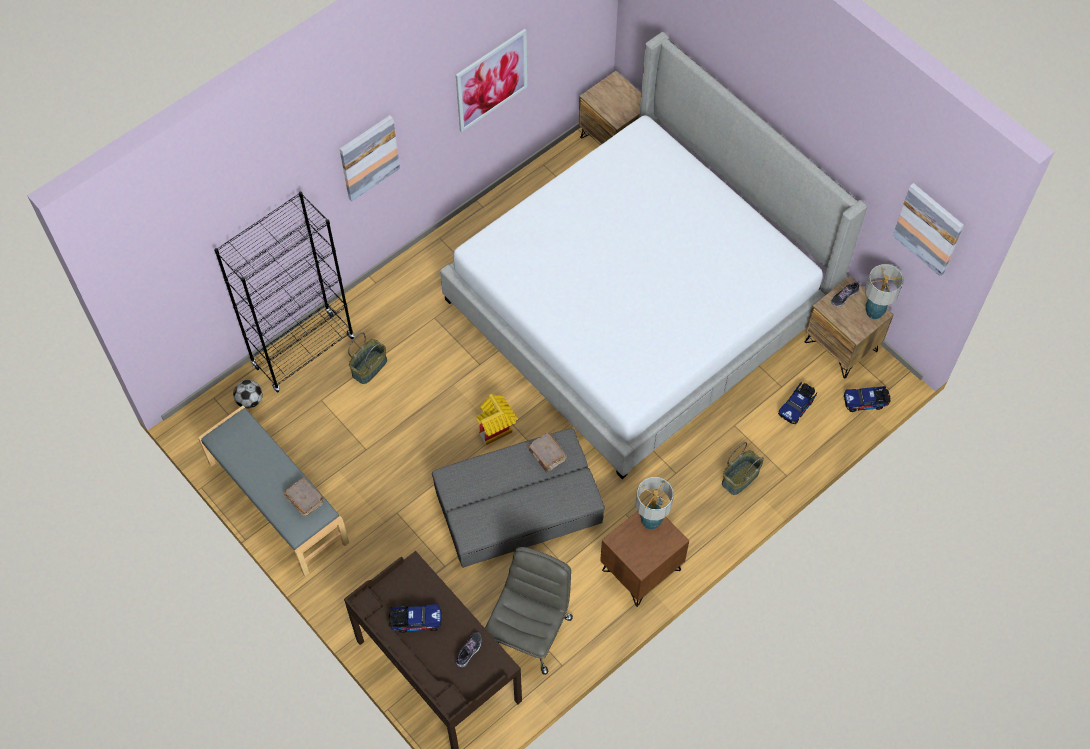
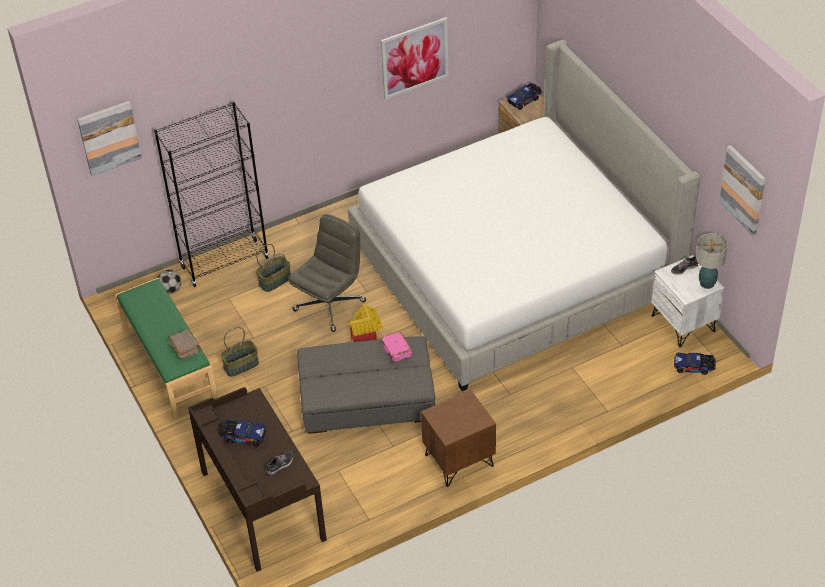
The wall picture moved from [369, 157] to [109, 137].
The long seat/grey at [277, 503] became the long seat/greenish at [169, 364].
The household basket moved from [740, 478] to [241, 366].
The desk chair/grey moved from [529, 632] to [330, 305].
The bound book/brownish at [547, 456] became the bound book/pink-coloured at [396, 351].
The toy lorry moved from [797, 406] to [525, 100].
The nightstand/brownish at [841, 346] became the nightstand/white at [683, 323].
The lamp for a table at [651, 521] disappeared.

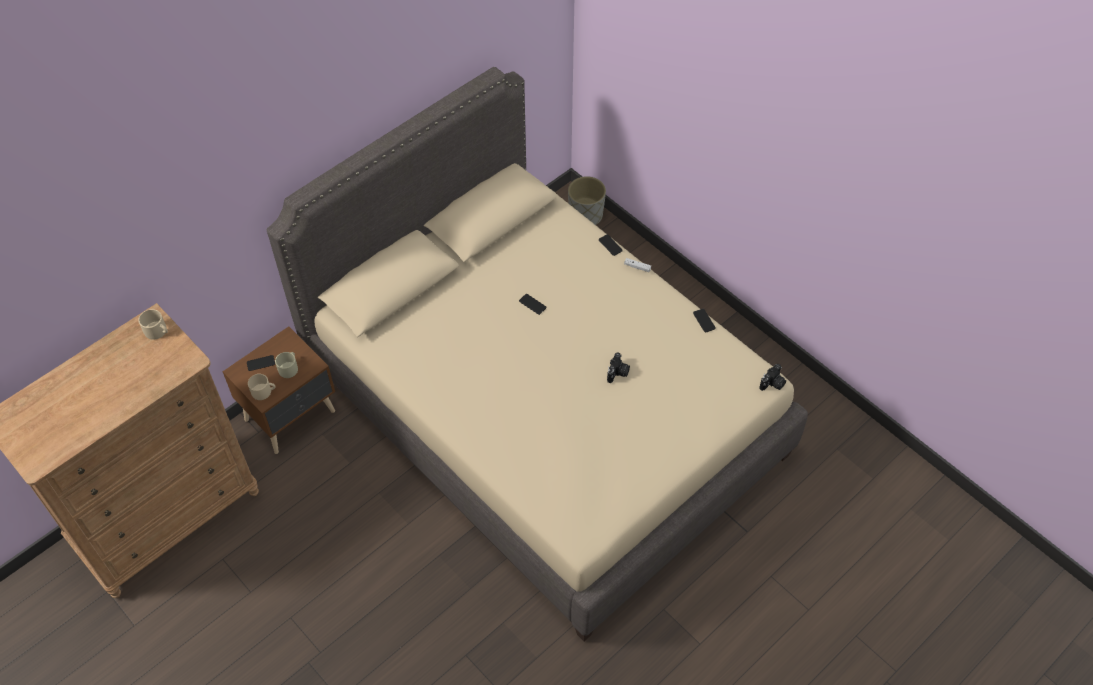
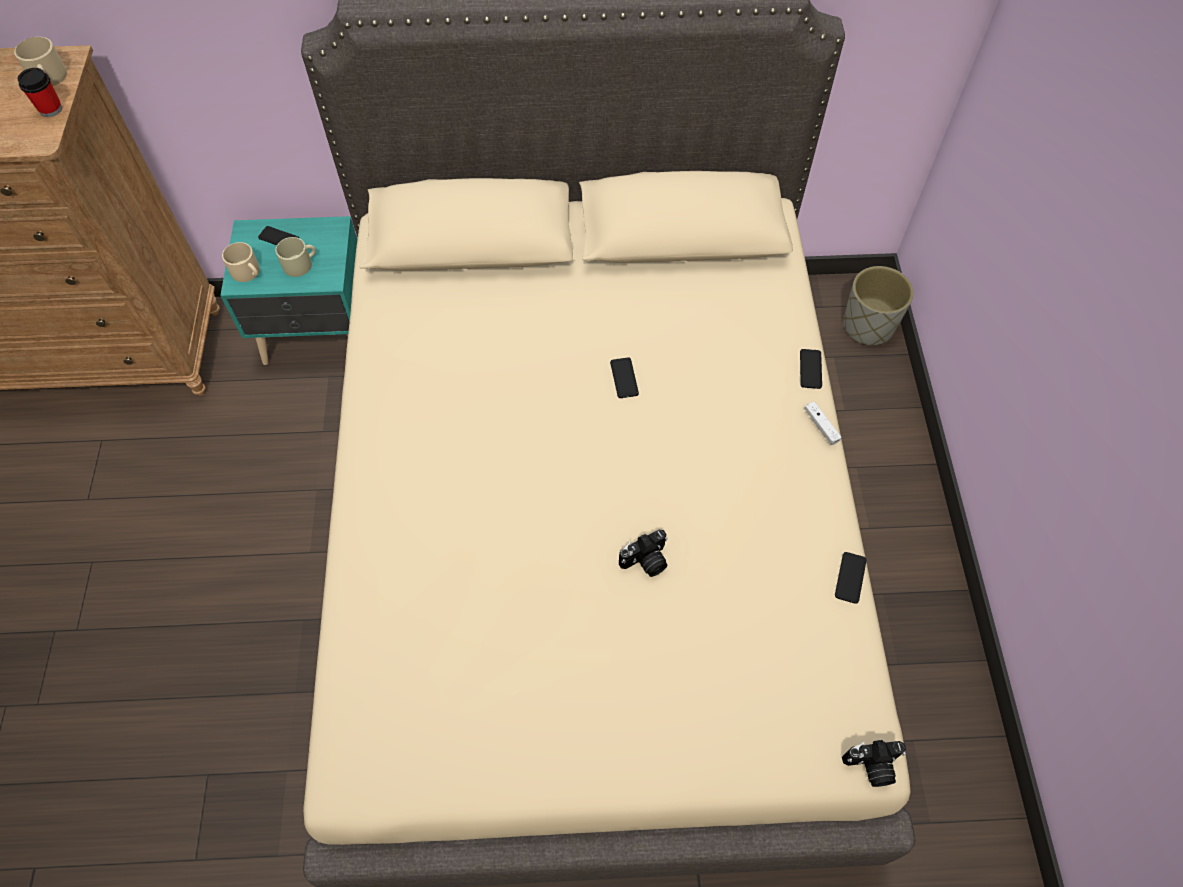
The cup at [51, 109] appeared.
The nightstand/brownish at [292, 416] became the nightstand/turquoise-coloured at [320, 334].

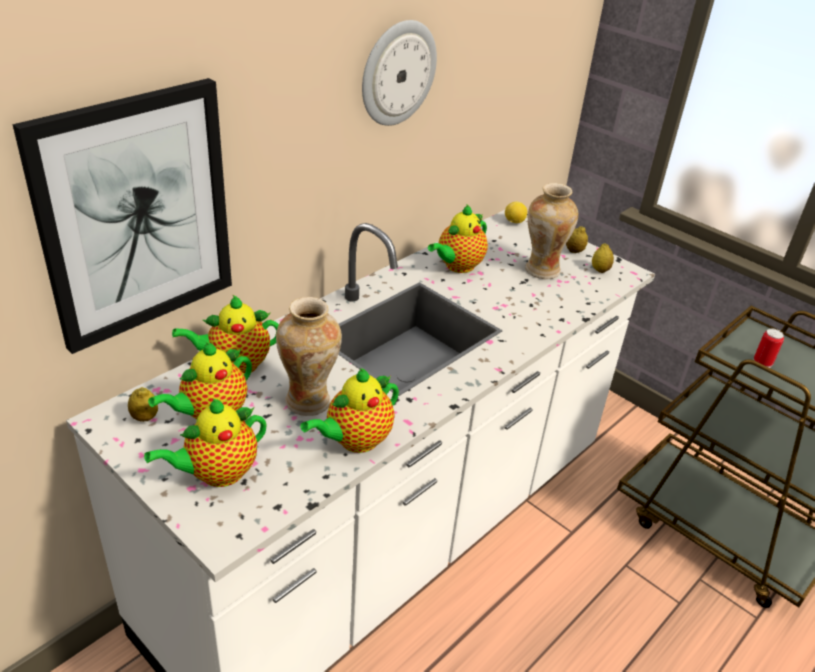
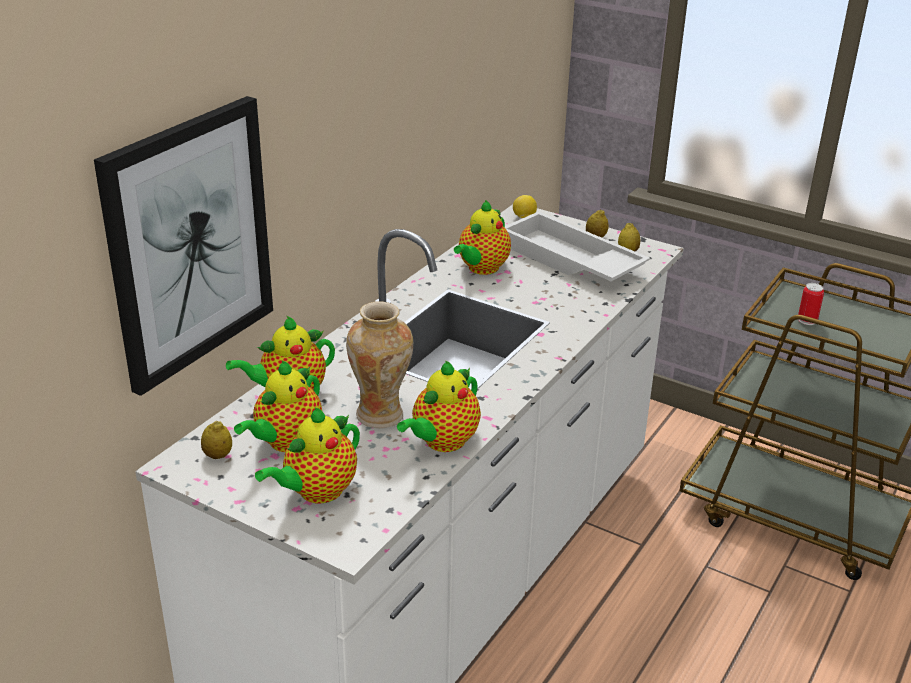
The decorative vase at [541, 270] was replaced by the carrying tray/white at [569, 260].
The hanging clock at [397, 73] disappeared.

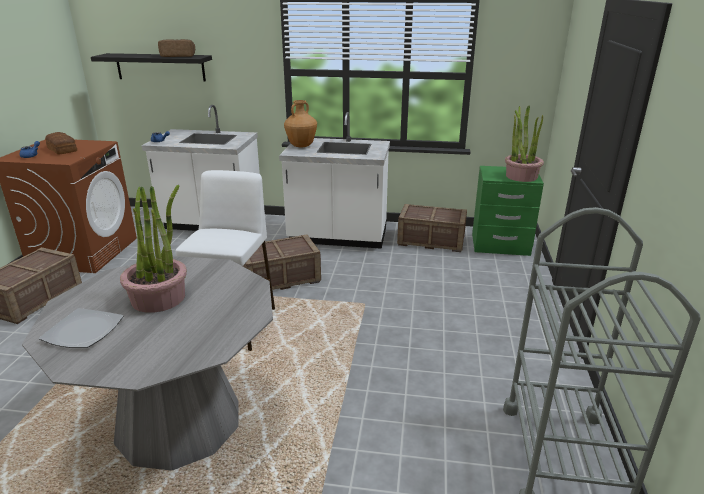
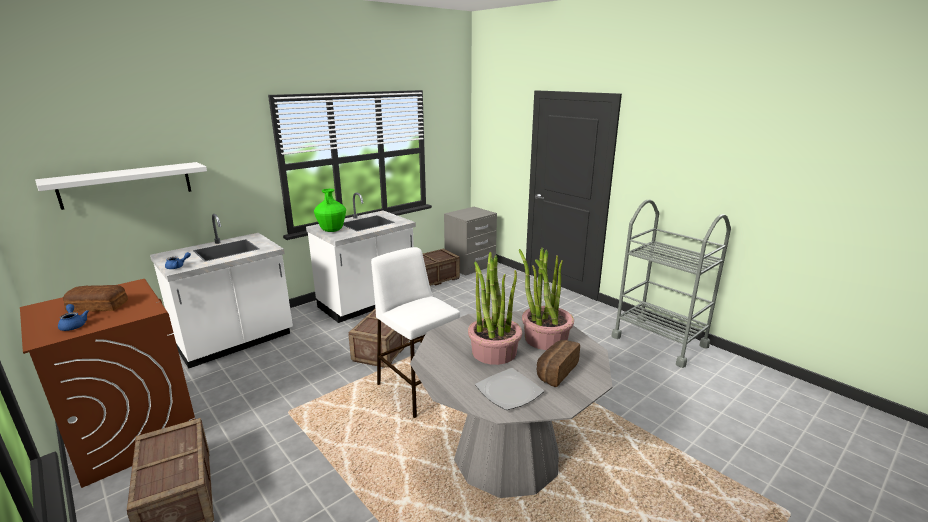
The shelf/black-coloured at [160, 67] became the shelf/white at [126, 184].
The decorative vase/brownish at [301, 146] became the decorative vase/greenish at [332, 230].
The nightstand/greenish at [500, 245] became the nightstand/grey at [470, 266].
The plant in a pot moved from [521, 176] to [545, 338].
The bread moved from [178, 56] to [555, 371].

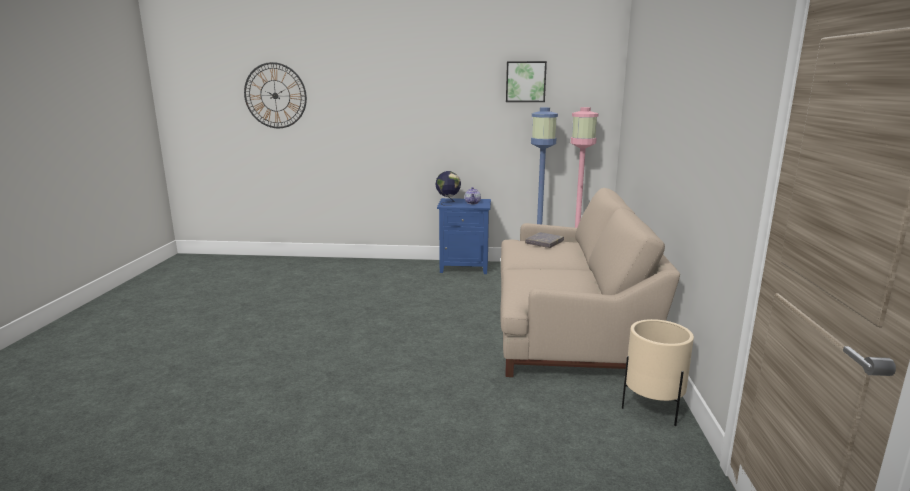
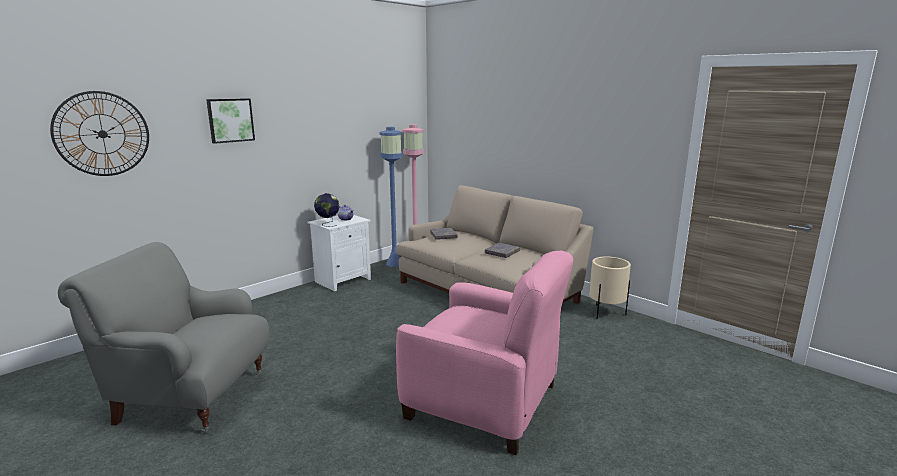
The lounge chair/grey at [190, 397] appeared.
The wall picture moved from [525, 81] to [230, 120].
The nightstand/bluish at [465, 267] became the nightstand/white at [343, 280].
The lounge chair/pink-coloured at [484, 402] appeared.
The bound book/grey at [502, 252] appeared.

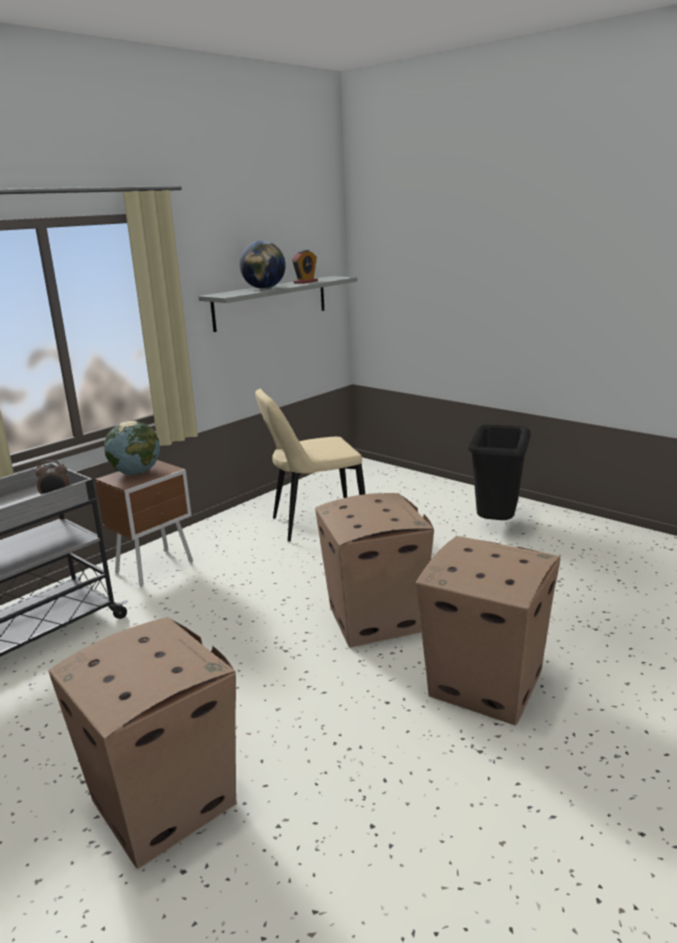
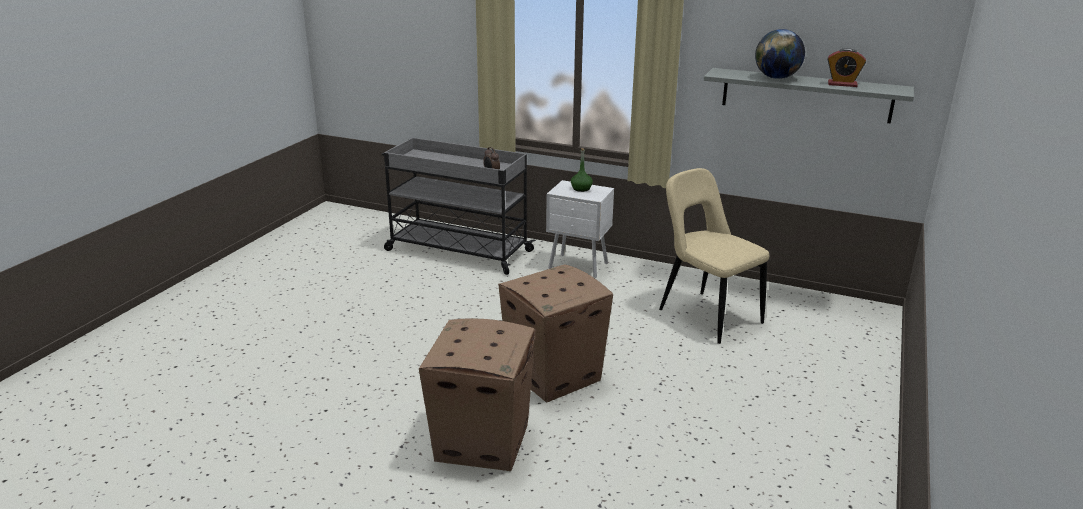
The nightstand/brownish at [156, 567] became the nightstand/white at [579, 267].
The desk globe at [136, 472] was replaced by the beverage bottle/greenish at [581, 188].
The carton at [162, 801] disappeared.
The trash can/black-coloured at [496, 524] disappeared.

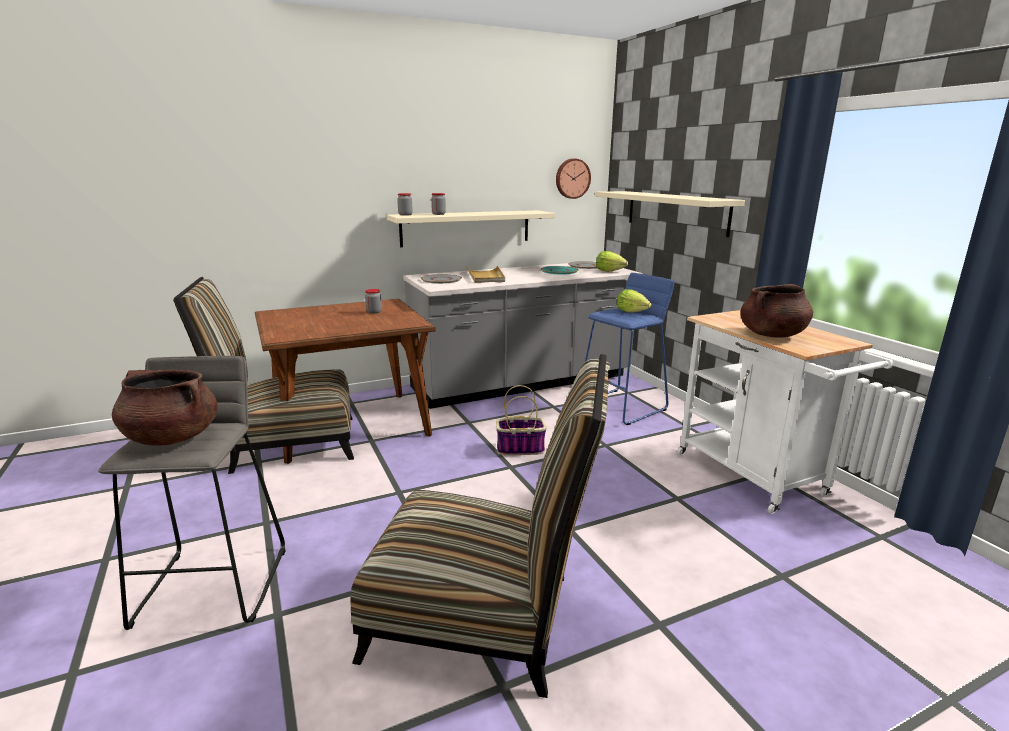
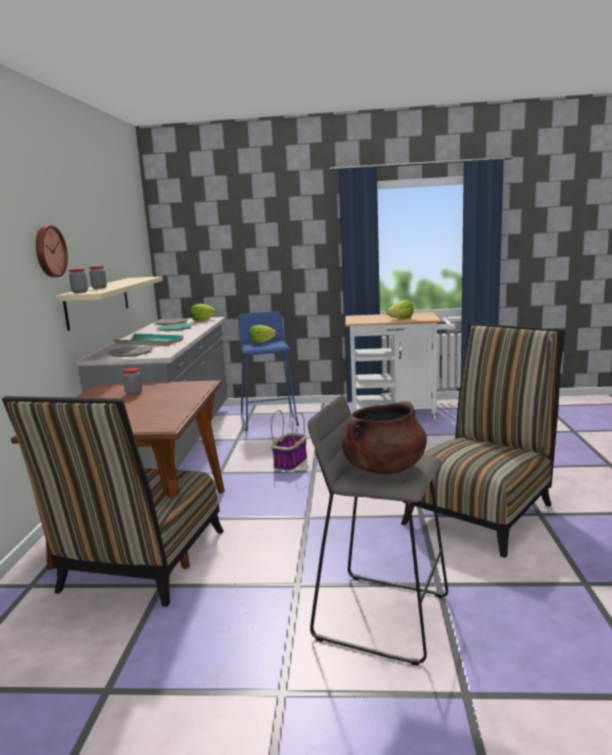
The hanging clock moved from [572, 178] to [49, 251].
The carrying tray/beige-coloured at [485, 277] became the carrying tray/turquoise-coloured at [150, 342].
The cooking pot/brownish at [772, 335] was replaced by the lettuce head at [401, 319].
The shelf/beige-coloured at [675, 212] disappeared.

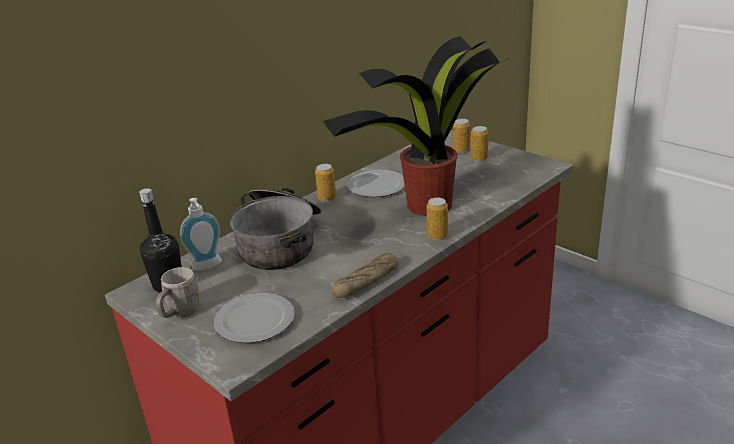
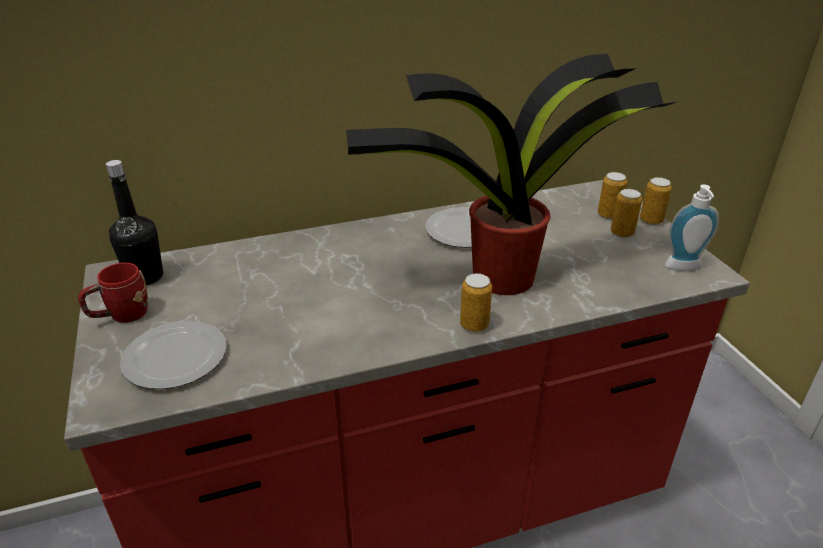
The mug/grey at [180, 313] became the mug/red-coloured at [121, 316].
The sealed can moved from [327, 198] to [651, 220].
The liquid soap bottle moved from [208, 266] to [684, 268].
The cooking pot at [281, 243] disappeared.
The bread at [366, 282] disappeared.

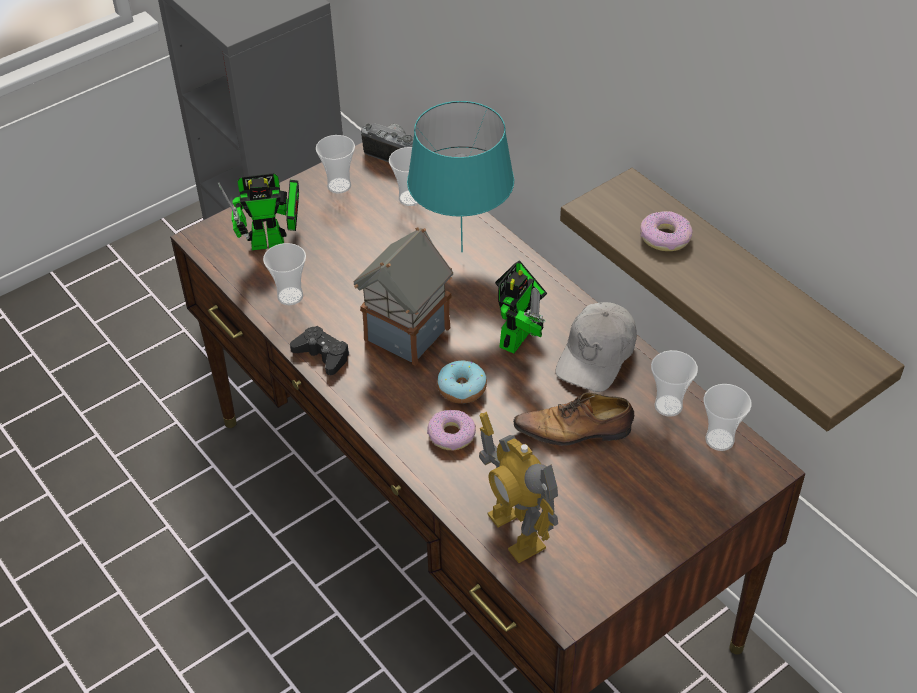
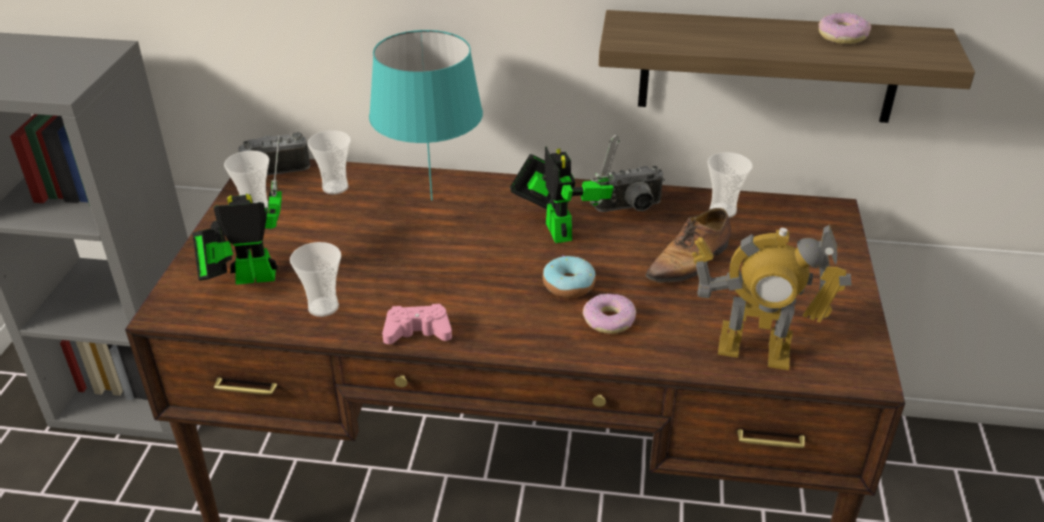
The robot figure at [273, 242] turned 135 degrees counterclockwise.
The joypad/black-coloured at [322, 355] became the joypad/pink-coloured at [417, 331].
The peaked cap/white at [597, 355] was replaced by the still camera at [631, 209].
The donut moved from [665, 237] to [842, 36].
The miniature house at [406, 336] disappeared.
The cup at [719, 440] disappeared.

